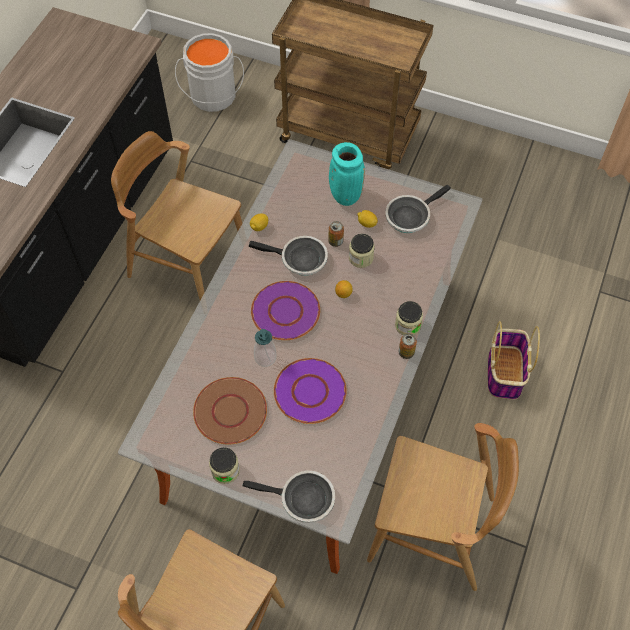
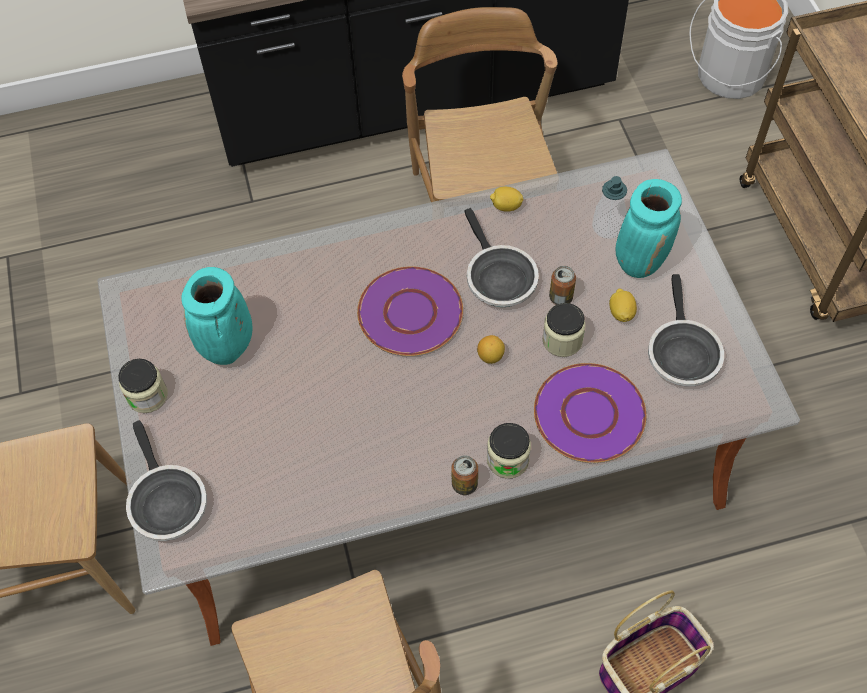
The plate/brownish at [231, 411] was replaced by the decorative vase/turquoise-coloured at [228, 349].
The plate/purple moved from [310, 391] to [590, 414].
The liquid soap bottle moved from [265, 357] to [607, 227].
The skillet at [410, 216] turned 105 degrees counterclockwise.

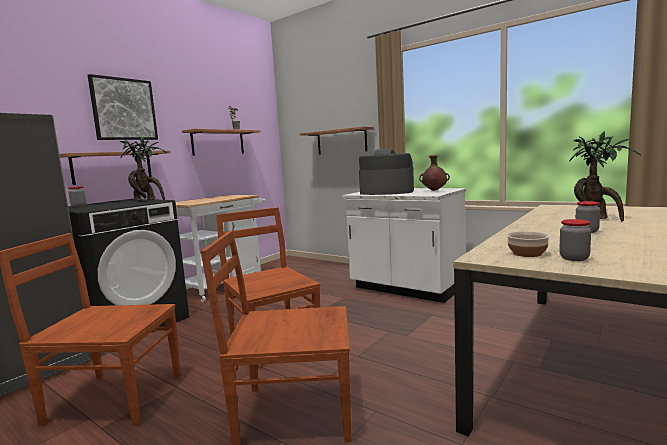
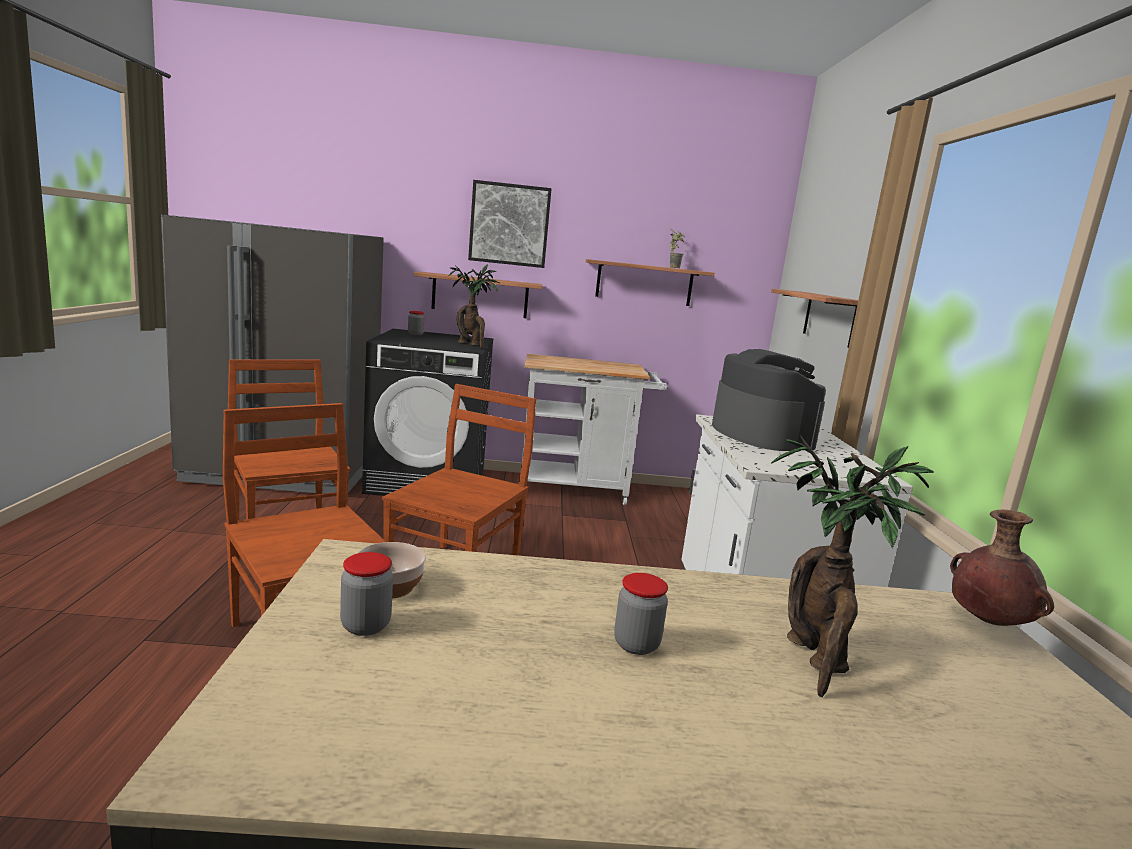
The decorative vase/brownish moved from [434, 190] to [986, 623].

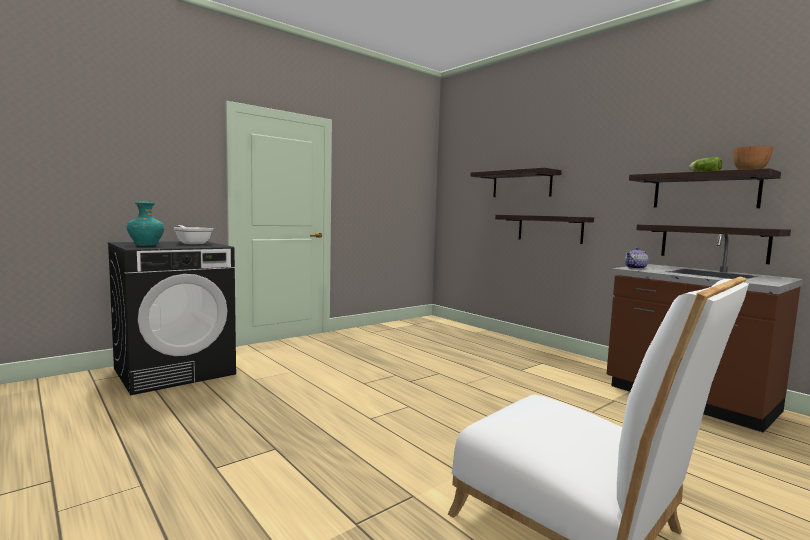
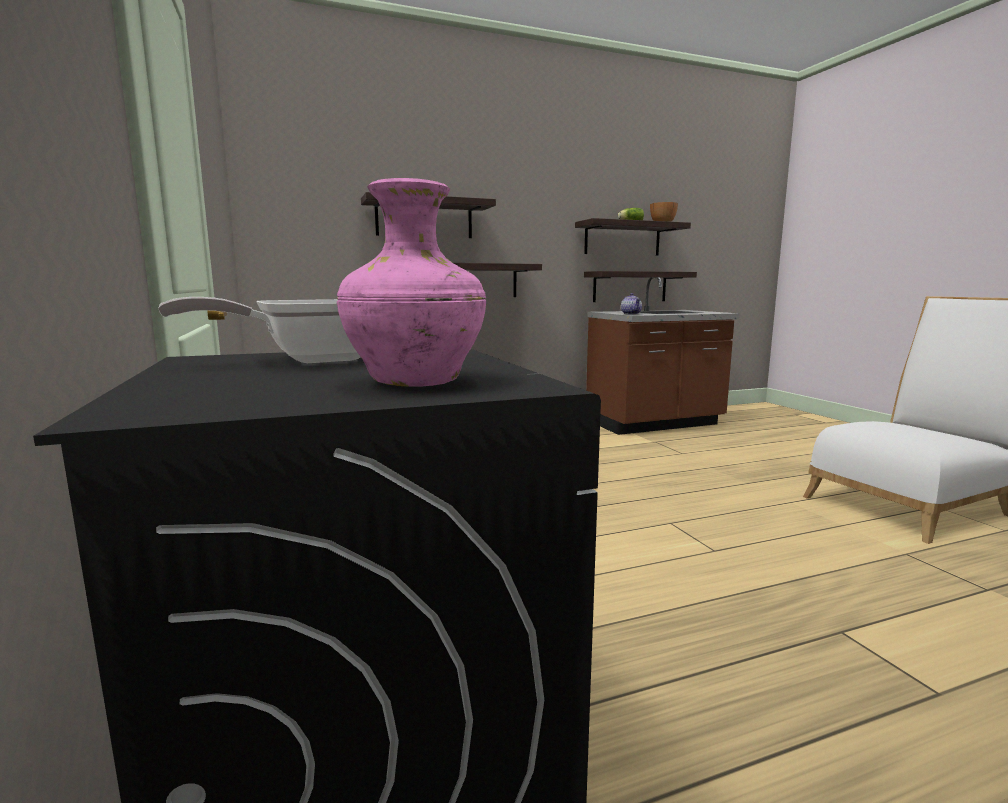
The decorative vase/turquoise-coloured at [145, 245] became the decorative vase/pink-coloured at [415, 382].

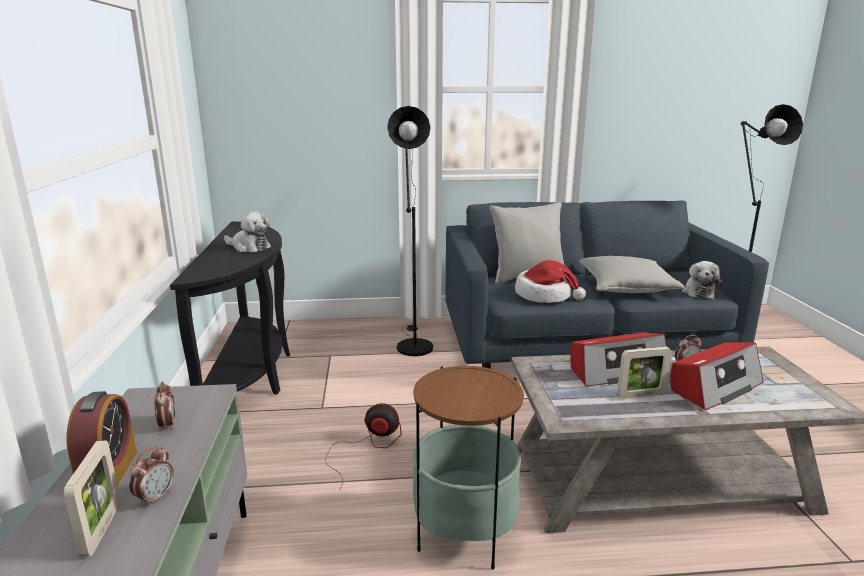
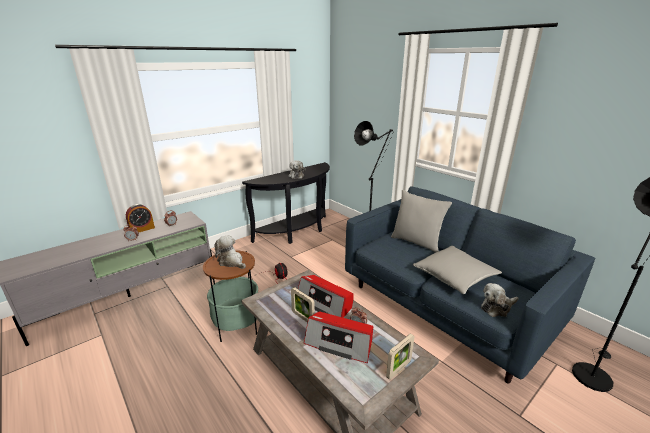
The plush toy at [231, 262] appeared.
The photo frame moved from [101, 529] to [398, 369].
The hat at [545, 295] disappeared.

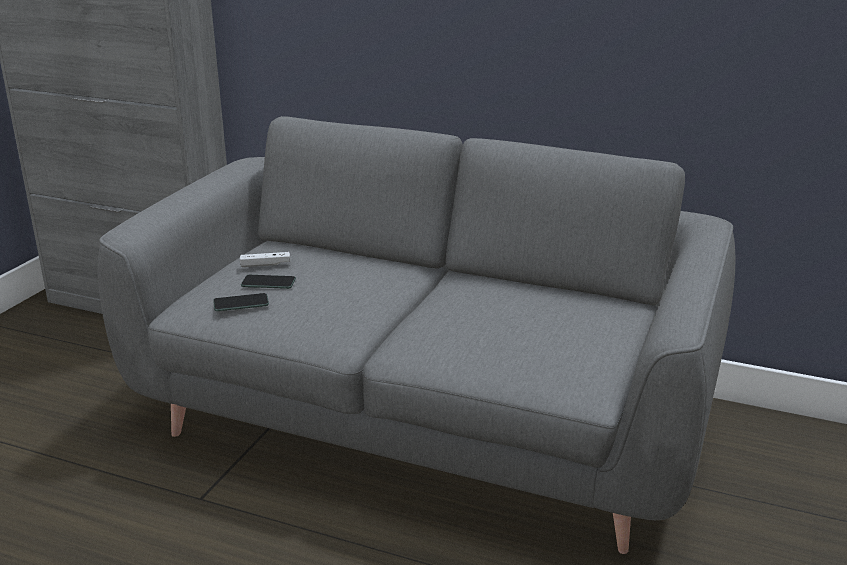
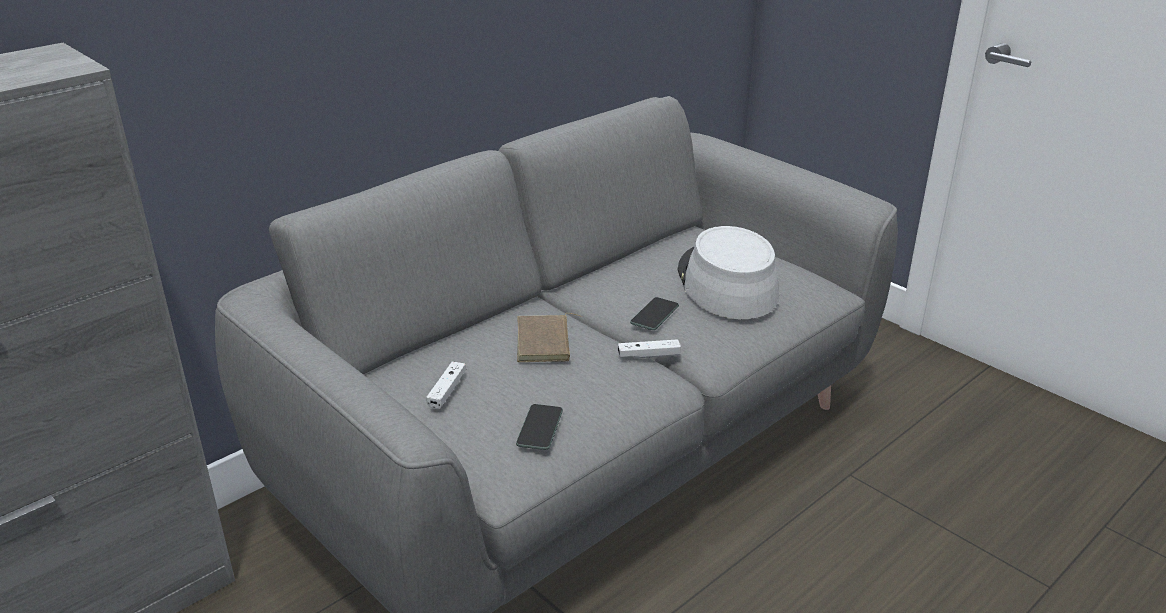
The bound book/brownish at [546, 343] appeared.
The joypad/white at [648, 355] appeared.
The telephone moved from [268, 282] to [654, 314].
The hat/grey at [726, 283] appeared.

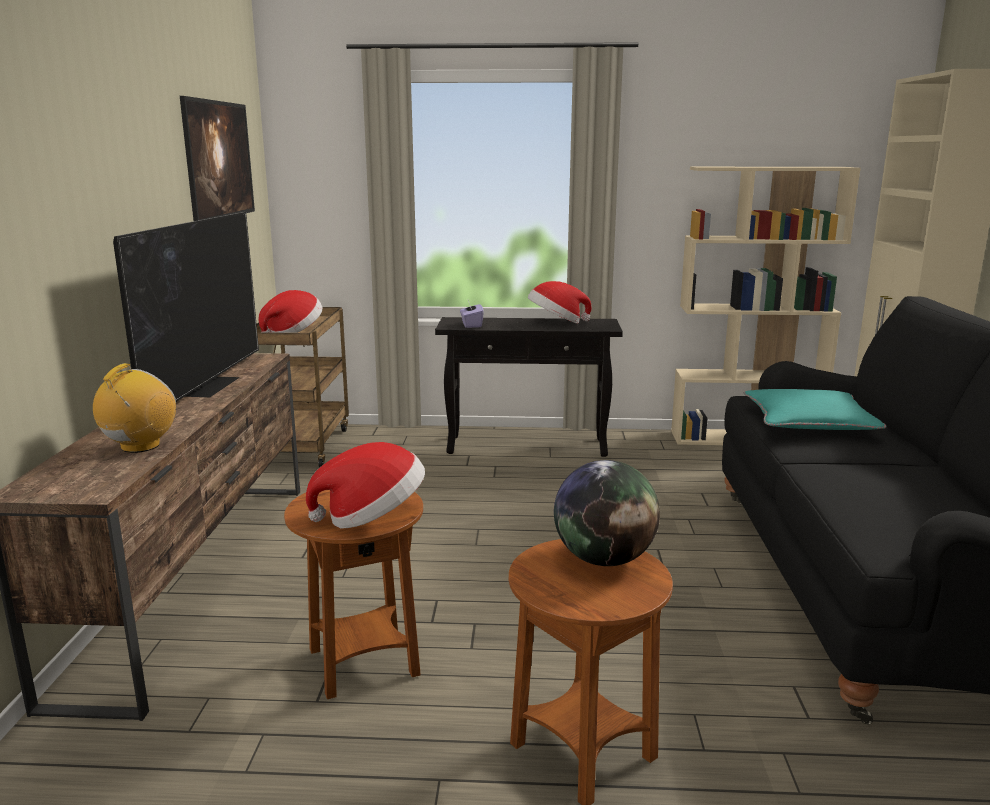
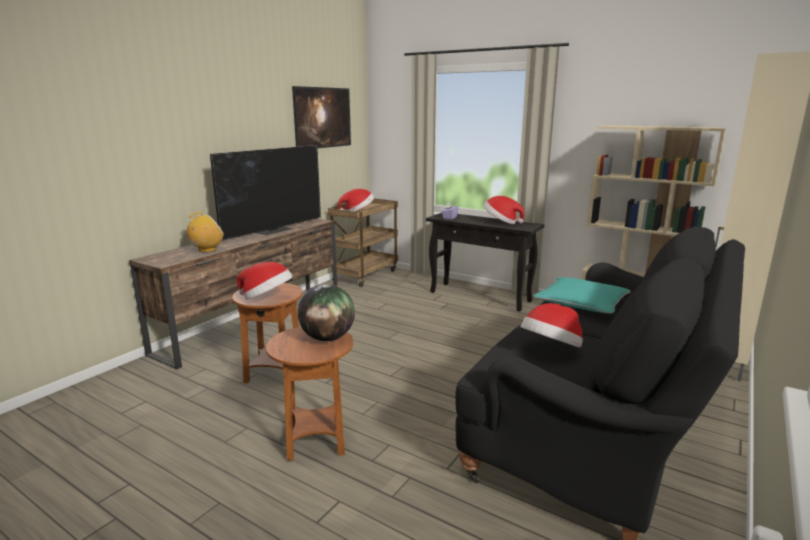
The hat at [551, 349] appeared.

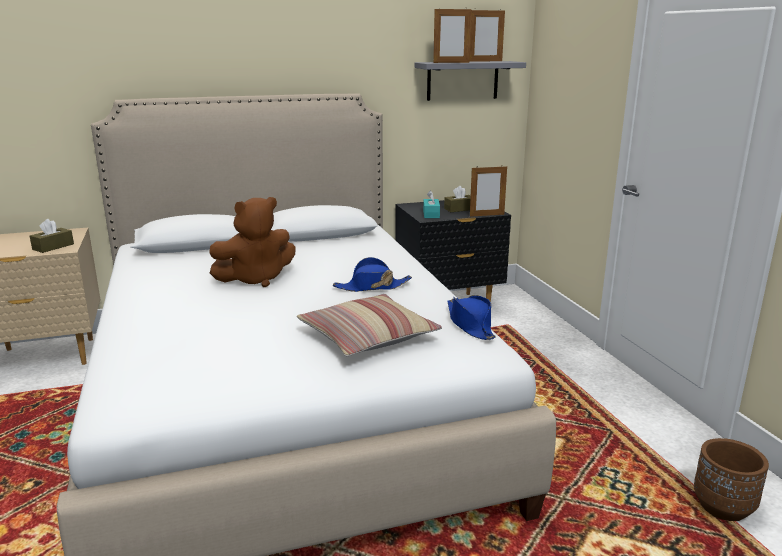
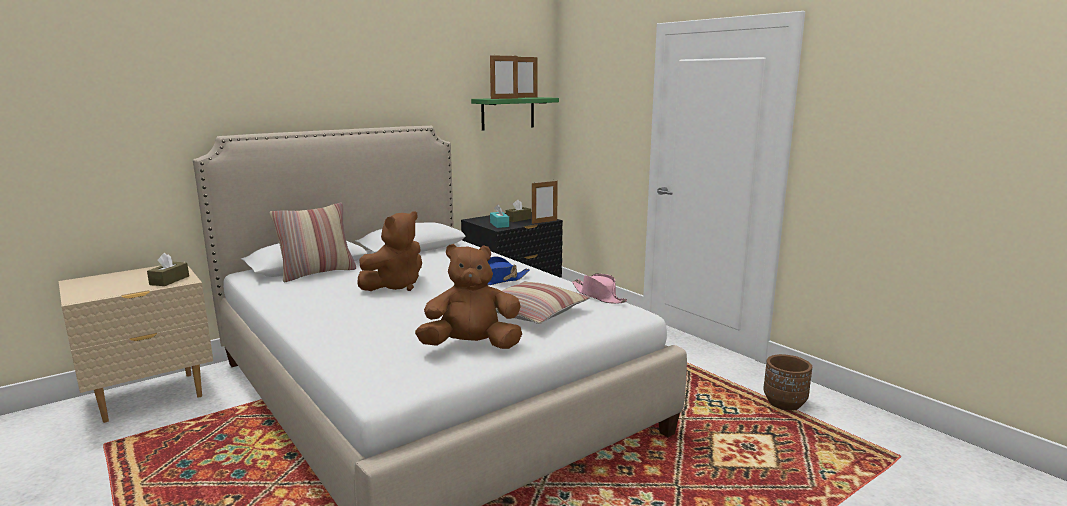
The throw pillow at [317, 273] appeared.
The plush toy/brownish at [471, 346] appeared.
The shelf/grey at [462, 80] became the shelf/greenish at [508, 113].
The hat/bluish at [470, 324] became the hat/pink-coloured at [598, 296].

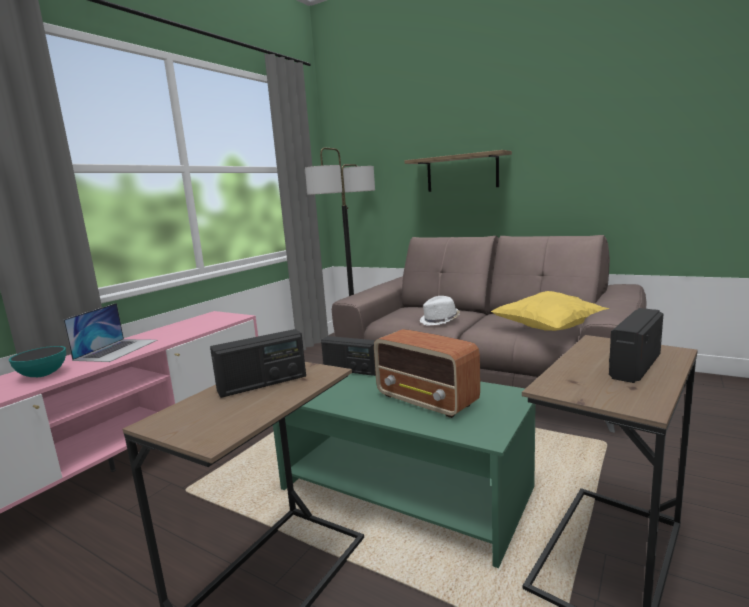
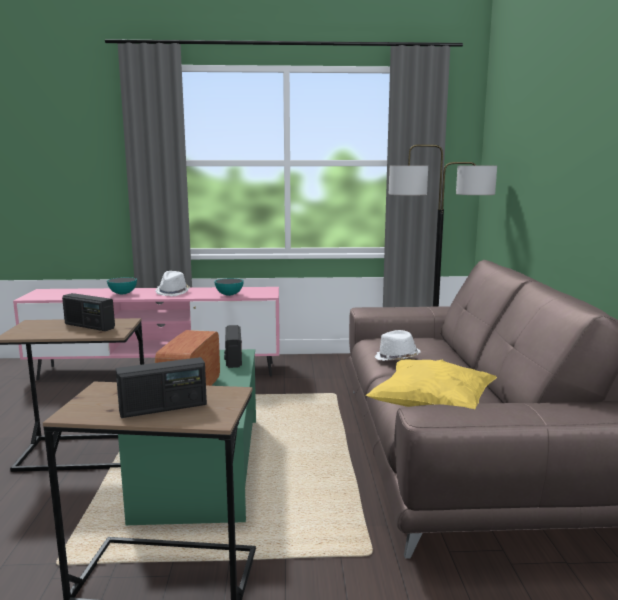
The radio set at [634, 366] turned 150 degrees clockwise.
The notebook computer at [117, 350] was replaced by the hat/white at [173, 292].
The deep dish at [229, 295] appeared.
The shelf at [462, 173] disappeared.

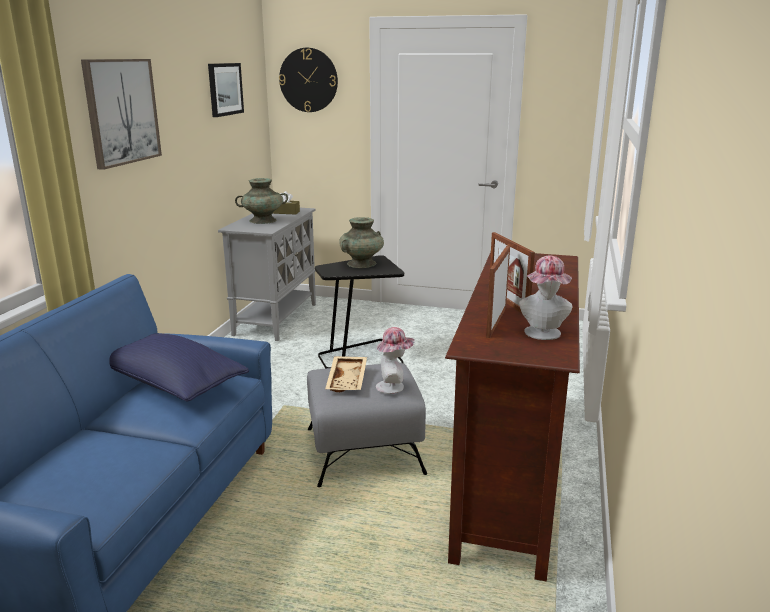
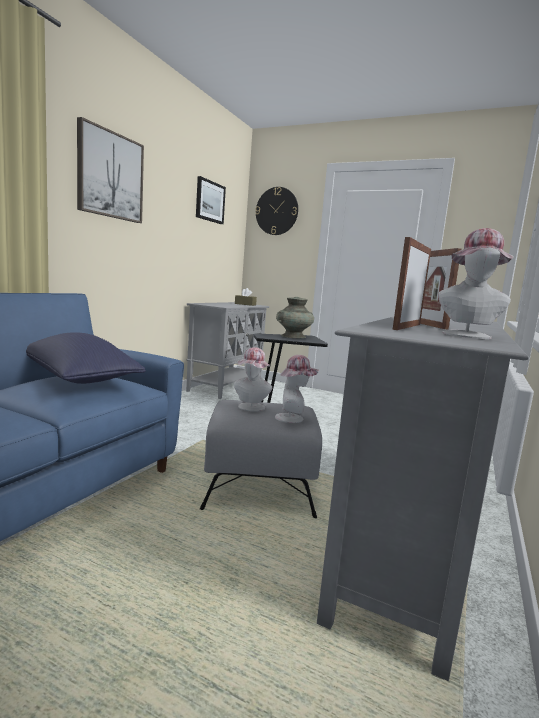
The carrying tray/beige-coloured at [348, 380] was replaced by the hat at [250, 408].
The tv stand/brownish at [512, 477] became the tv stand/grey at [410, 538].
The decorative vase/turquoise-coloured at [263, 220] disappeared.

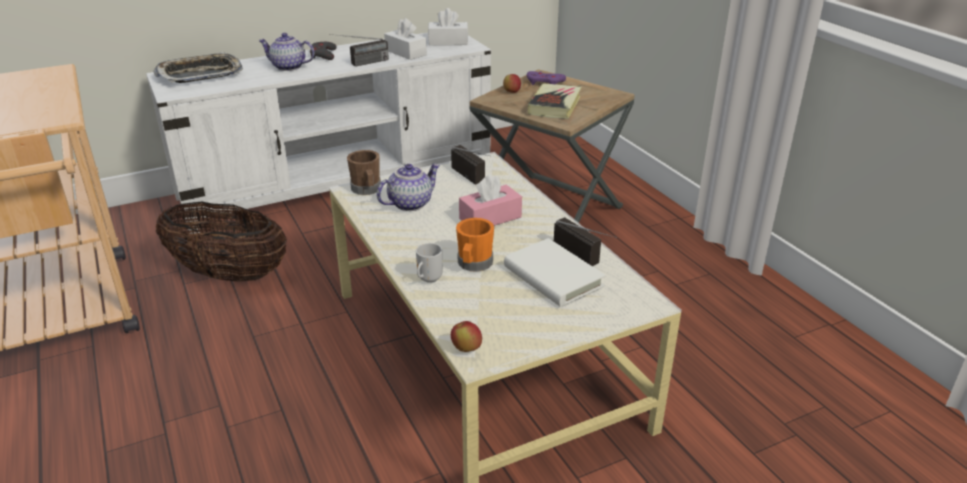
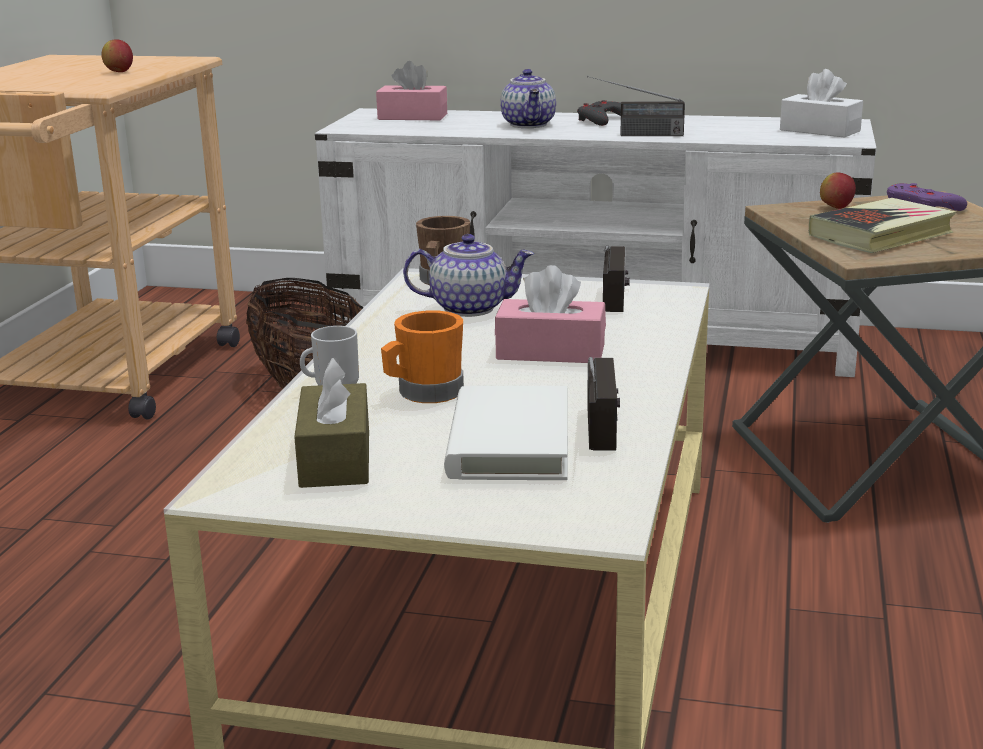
The apple moved from [466, 349] to [119, 72].
The box of tissues/brownish at [335, 458] appeared.
The carrying tray at [200, 74] was replaced by the box of tissues/pink-coloured at [412, 117].
The pot for tea at [288, 67] turned 150 degrees counterclockwise.
The box of tissues/white at [405, 52] disappeared.

